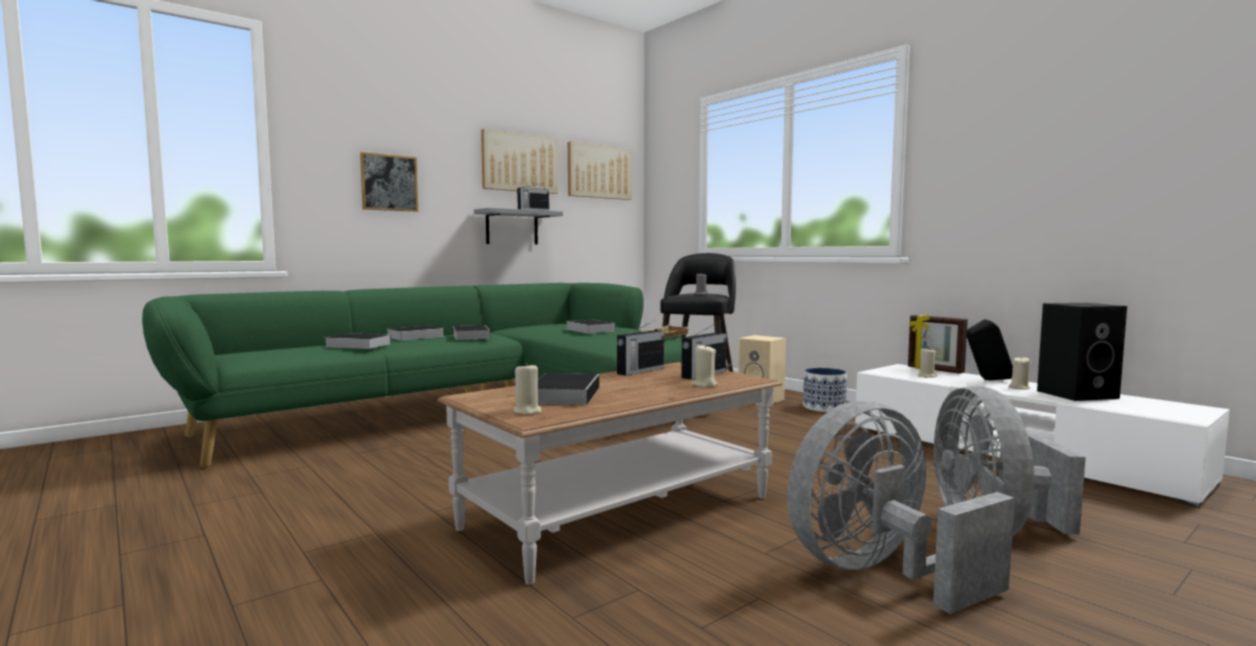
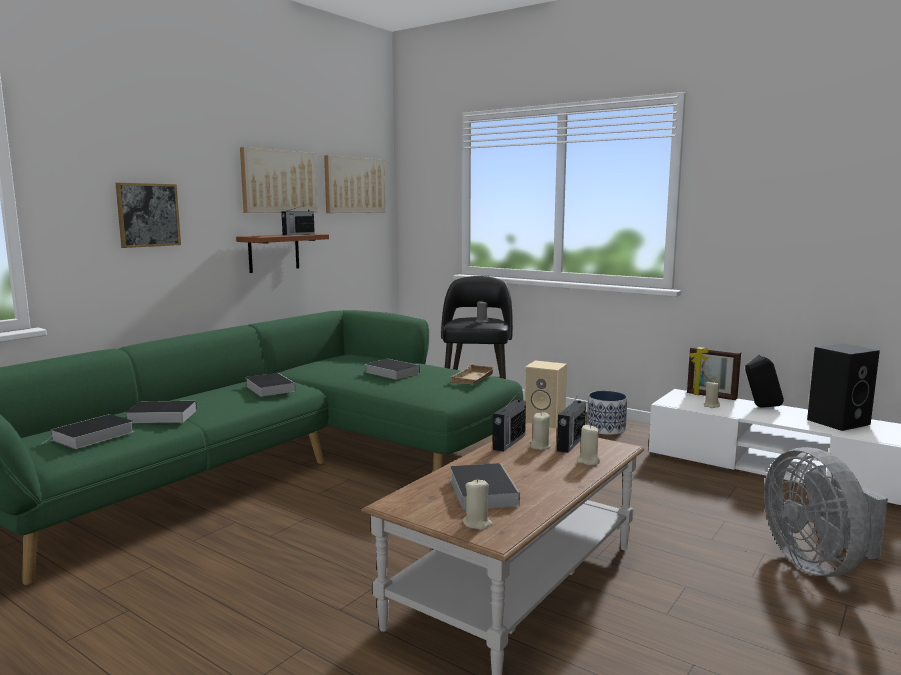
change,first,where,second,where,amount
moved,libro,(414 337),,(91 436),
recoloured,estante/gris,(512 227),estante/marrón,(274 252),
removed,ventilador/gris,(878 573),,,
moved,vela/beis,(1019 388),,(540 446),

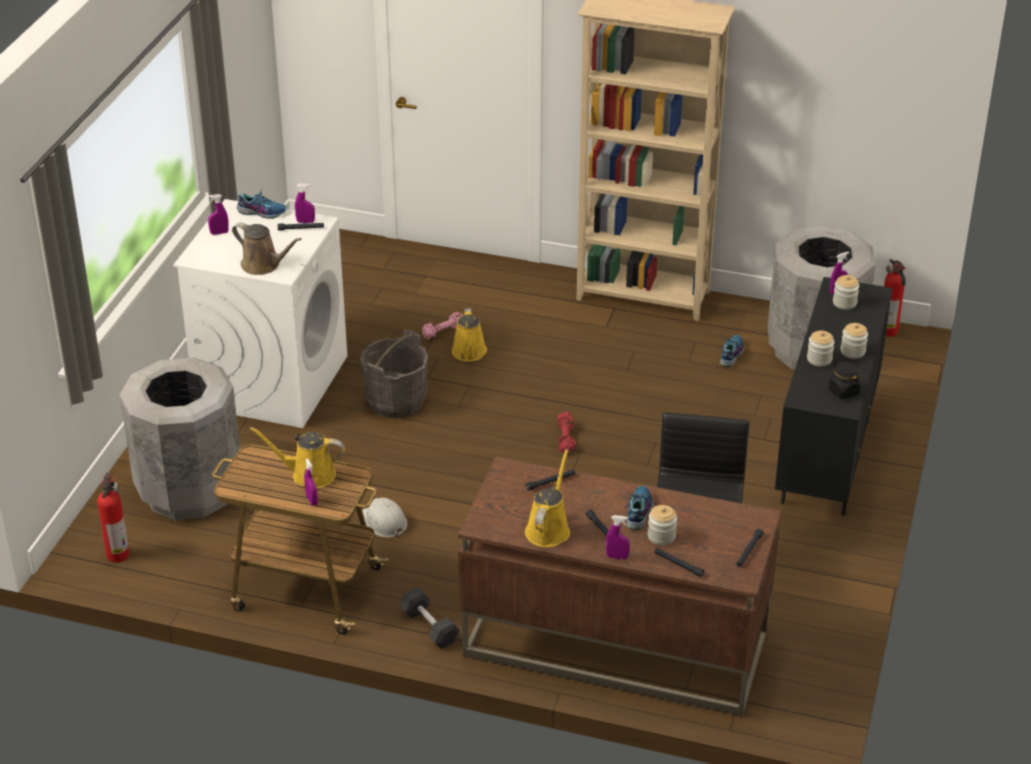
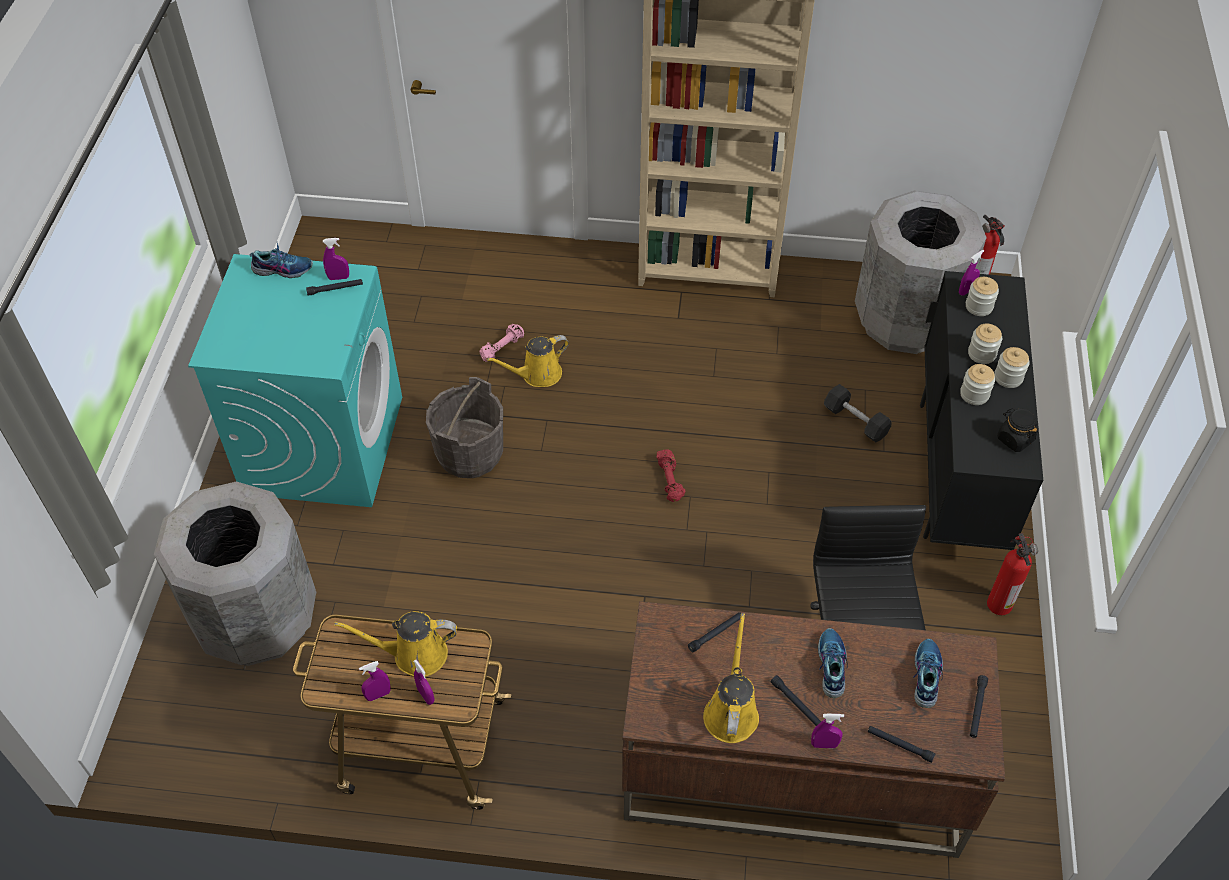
change,first,where,second,where,amount
moved,extintor,(118 553),,(999 602),
recoloured,lavadora/blanco,(272 381),lavadora/turquesa,(323 444),
moved,pulverizador/morado,(219 233),,(378 695),
removed,regadera/marrón,(263 265),,,
removed,casco/blanco,(384 521),,,
moved,mancuerna/negro,(429 627),,(855 421),
turned,regadera/amarillo,(469 353),,(537 374),75 degrees clockwise
moved,tarro,(661 536),,(981 354),
moved,zapato,(731 354),,(925 676),

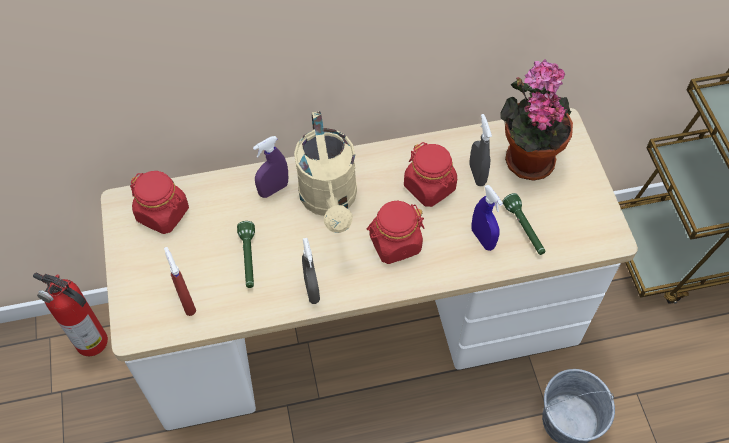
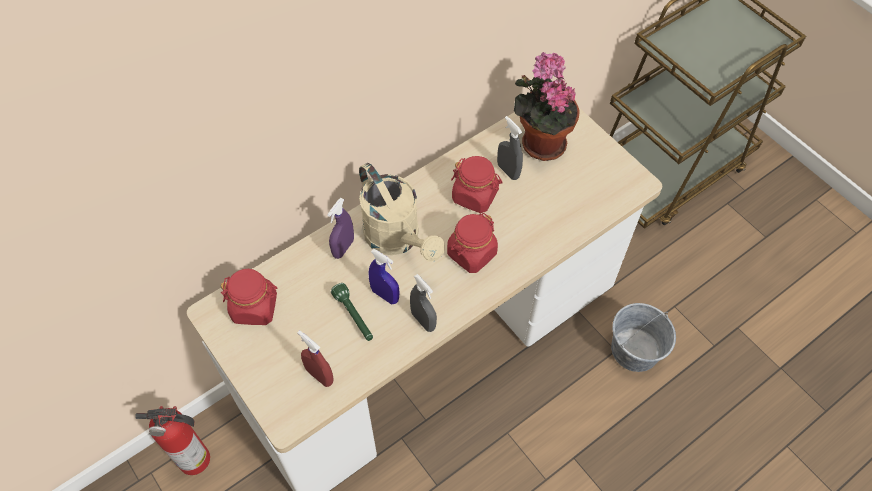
change,first,where,second,where,amount
moved,pulverizador/azul,(482 239),,(385 295),
removed,linterna/verde,(524 229),,,

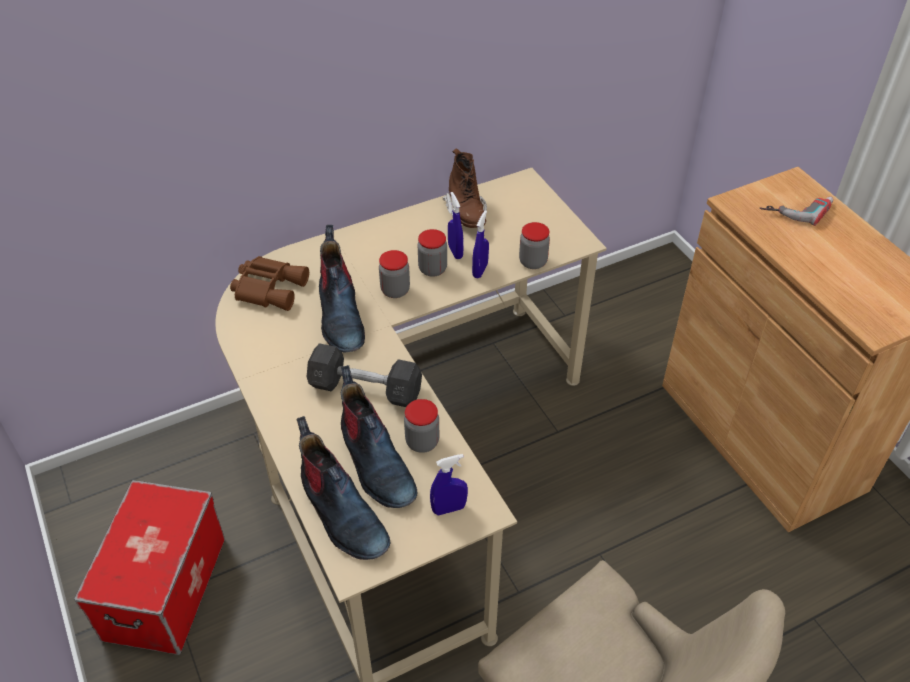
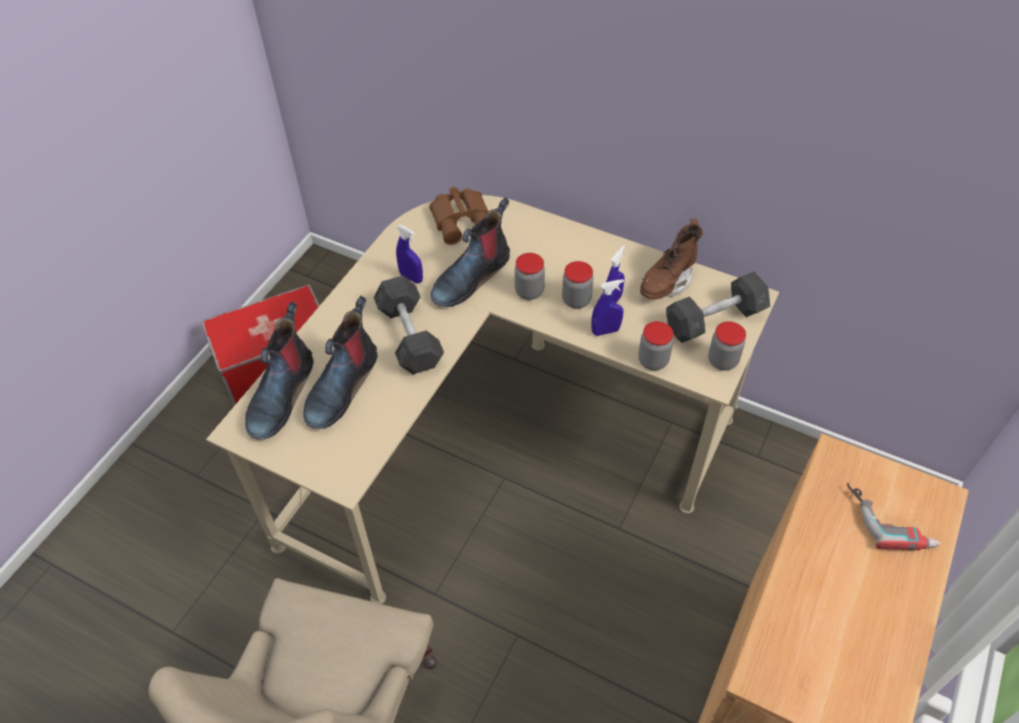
change,first,where,second,where,amount
moved,tarro,(422 442),,(722 361),
moved,pulverizador/azul,(449 508),,(411 277),
added,,,mancuerna/gris,(715 319),

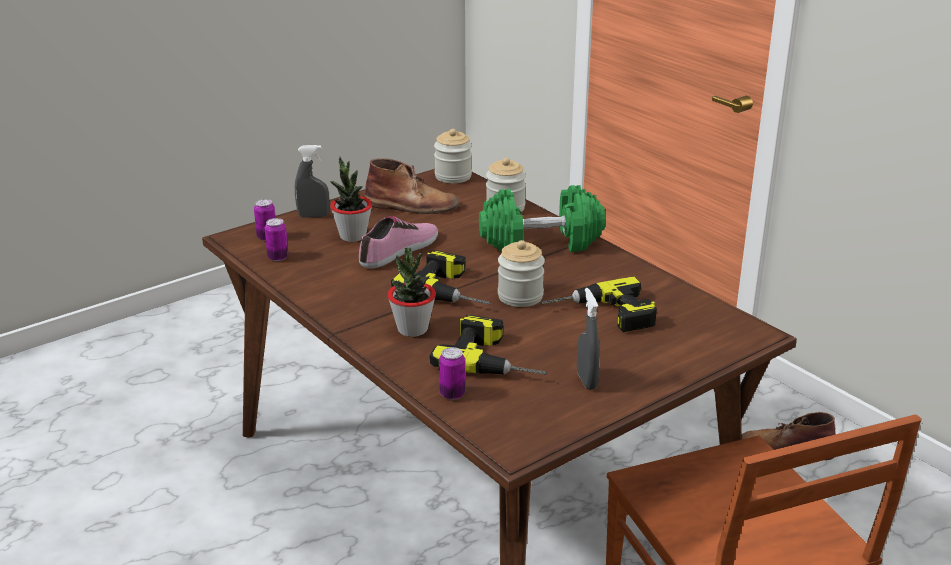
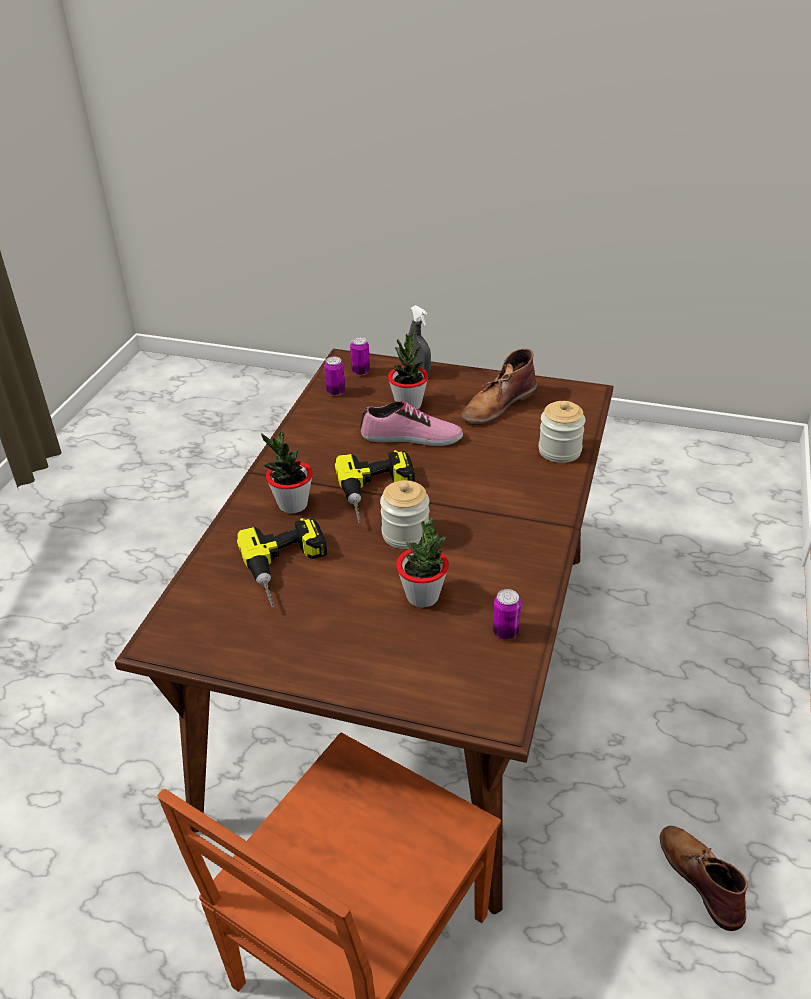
change,first,where,second,where,amount
turned,bota/marrón,(412 205),,(497 405),75 degrees clockwise
removed,tarro,(453 176),,,
moved,lata,(452 394),,(505 632),
removed,mancuerna/verde,(541 242),,,
replaced,taladro,(601 315),planta en maceta,(423 596),
removed,pulverizador/gris,(586 380),,,

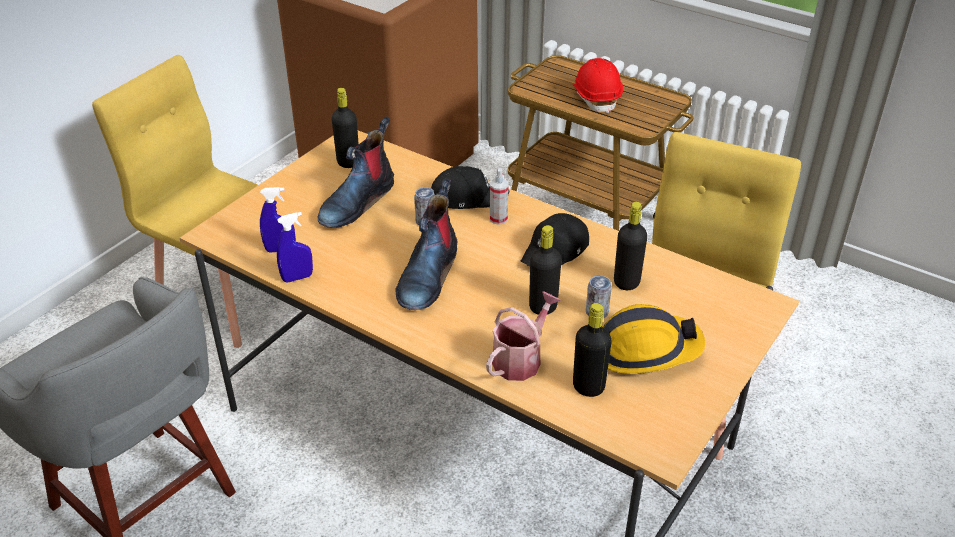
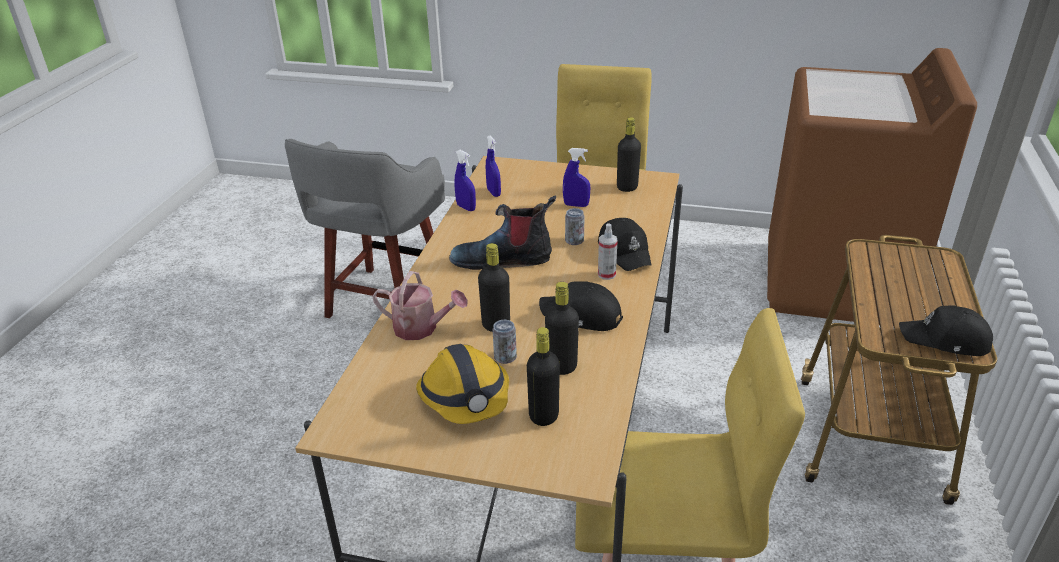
change,first,where,second,where,amount
replaced,bota,(357 202),pulverizador/azul,(576 205),
removed,casco/rojo,(596 97),,,
moved,botella/negro,(588 387),,(543 416),
added,,,gorra/negro,(945 340),

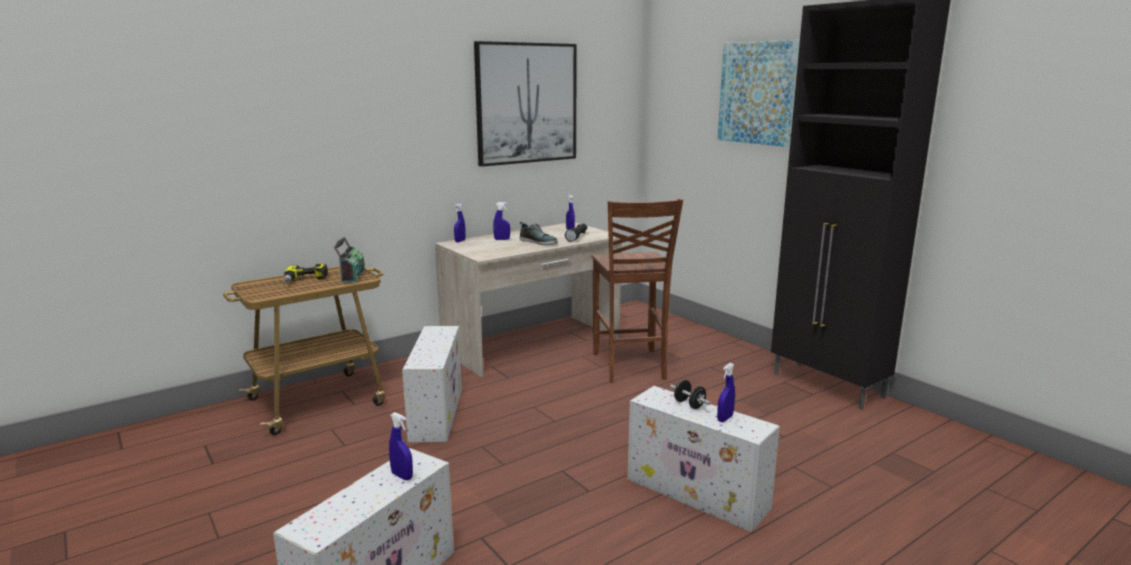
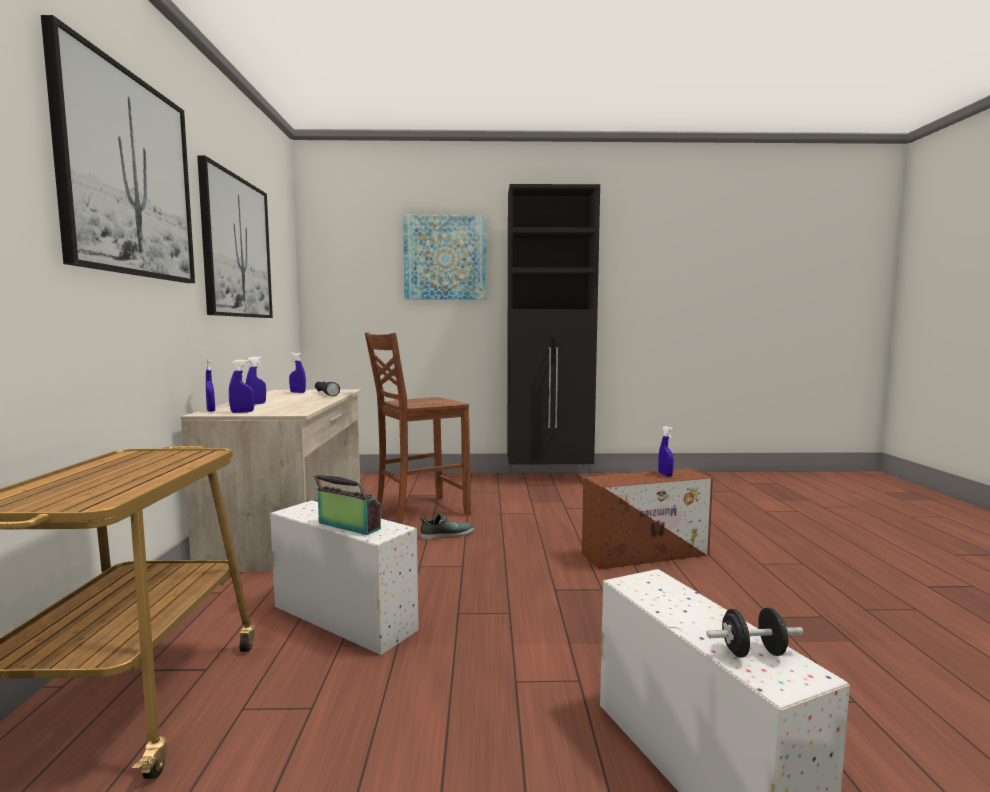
change,first,where,second,where,amount
removed,taladro,(304 280),,,
moved,radio,(351 275),,(347 526),
moved,pulverizador/azul,(402 476),,(242 412),
moved,zapato,(538 242),,(446 534),
turned,silla/marrón,(629 367),,(419 512),120 degrees clockwise
recoloured,caja de almacenaje/blanco,(698 494),caja de almacenaje/marrón,(646 554),
moved,mancuerna/negro,(689 404),,(753 653),
added,,,cuadro,(128 175),

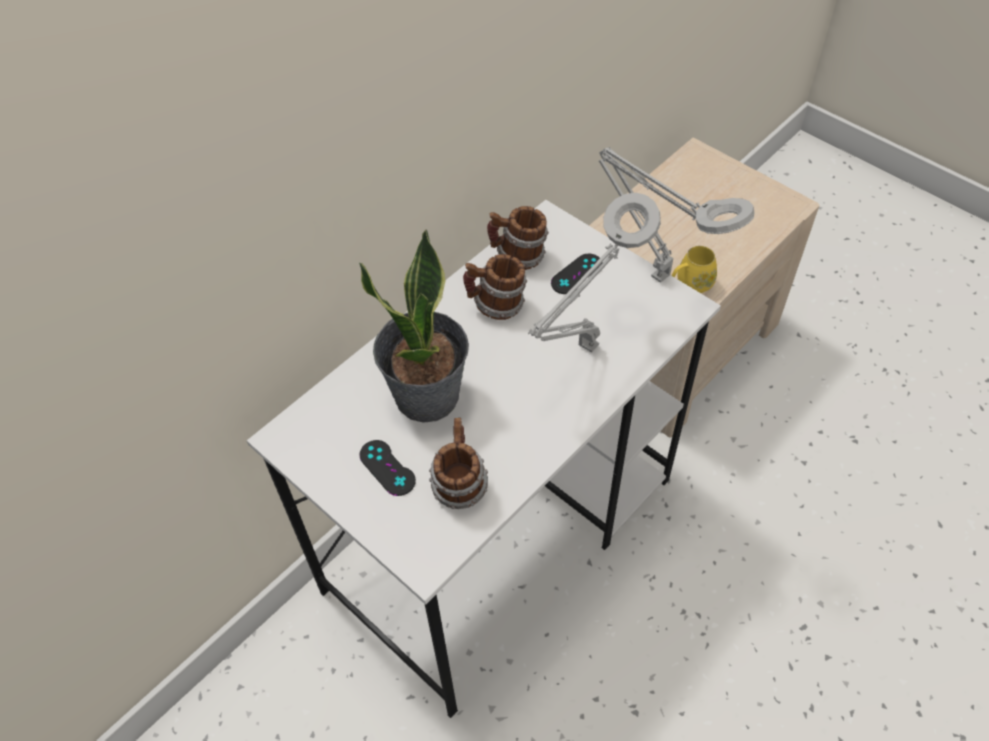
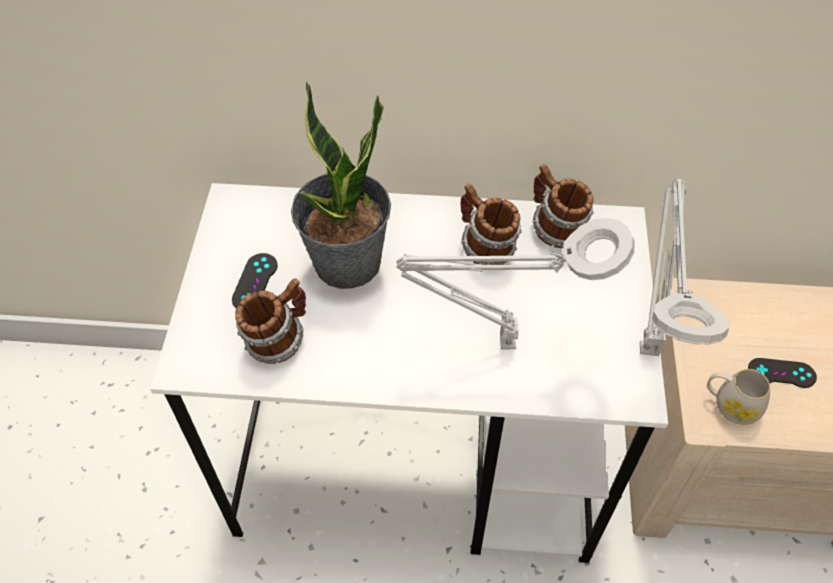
change,first,where,second,where,amount
moved,mando de consola/negro,(577 274),,(781 373),
recoloured,taza grande/amarillo,(690 284),taza grande/blanco,(730 405),

